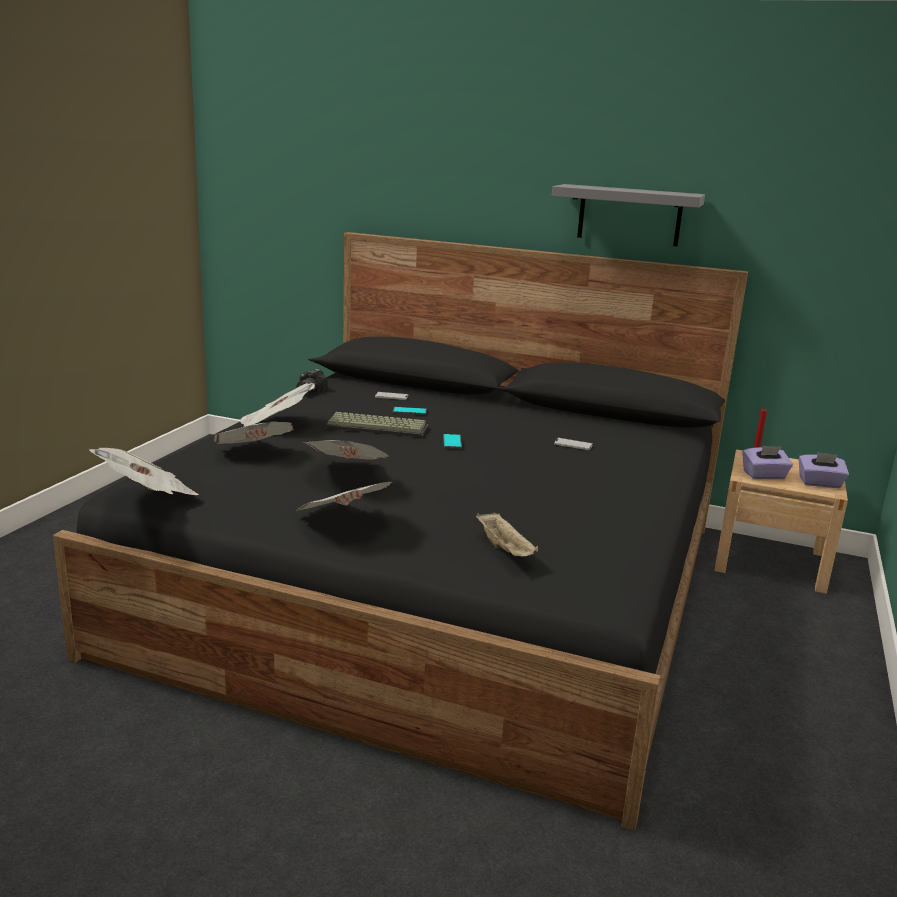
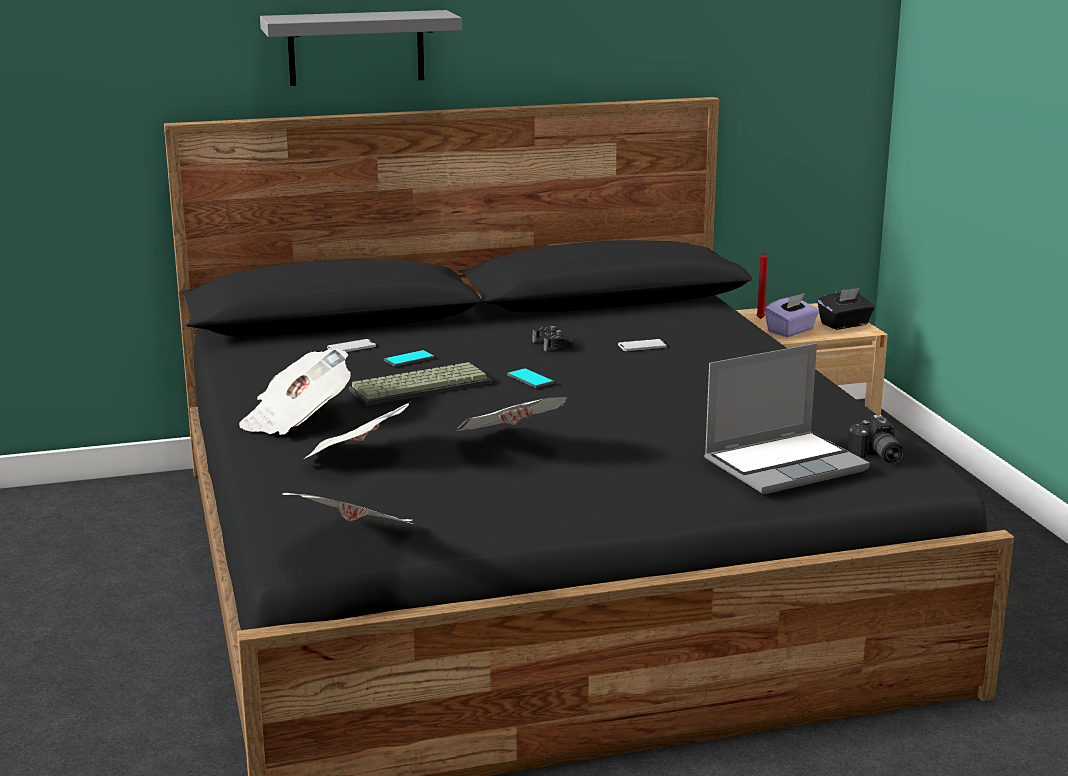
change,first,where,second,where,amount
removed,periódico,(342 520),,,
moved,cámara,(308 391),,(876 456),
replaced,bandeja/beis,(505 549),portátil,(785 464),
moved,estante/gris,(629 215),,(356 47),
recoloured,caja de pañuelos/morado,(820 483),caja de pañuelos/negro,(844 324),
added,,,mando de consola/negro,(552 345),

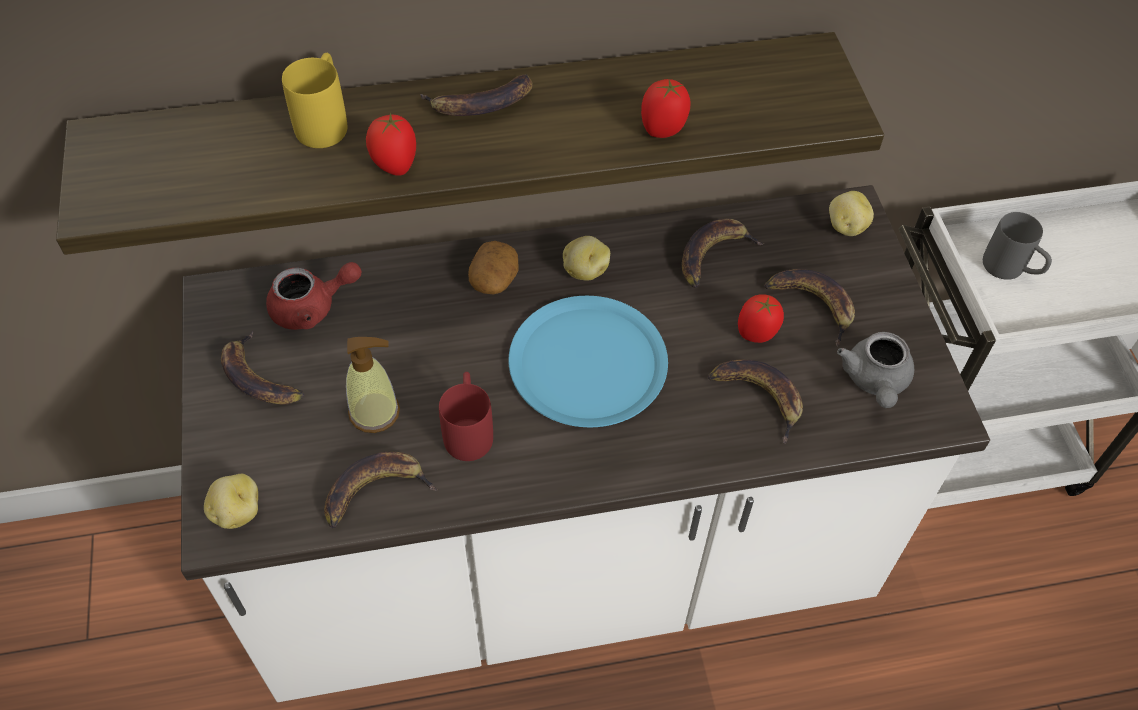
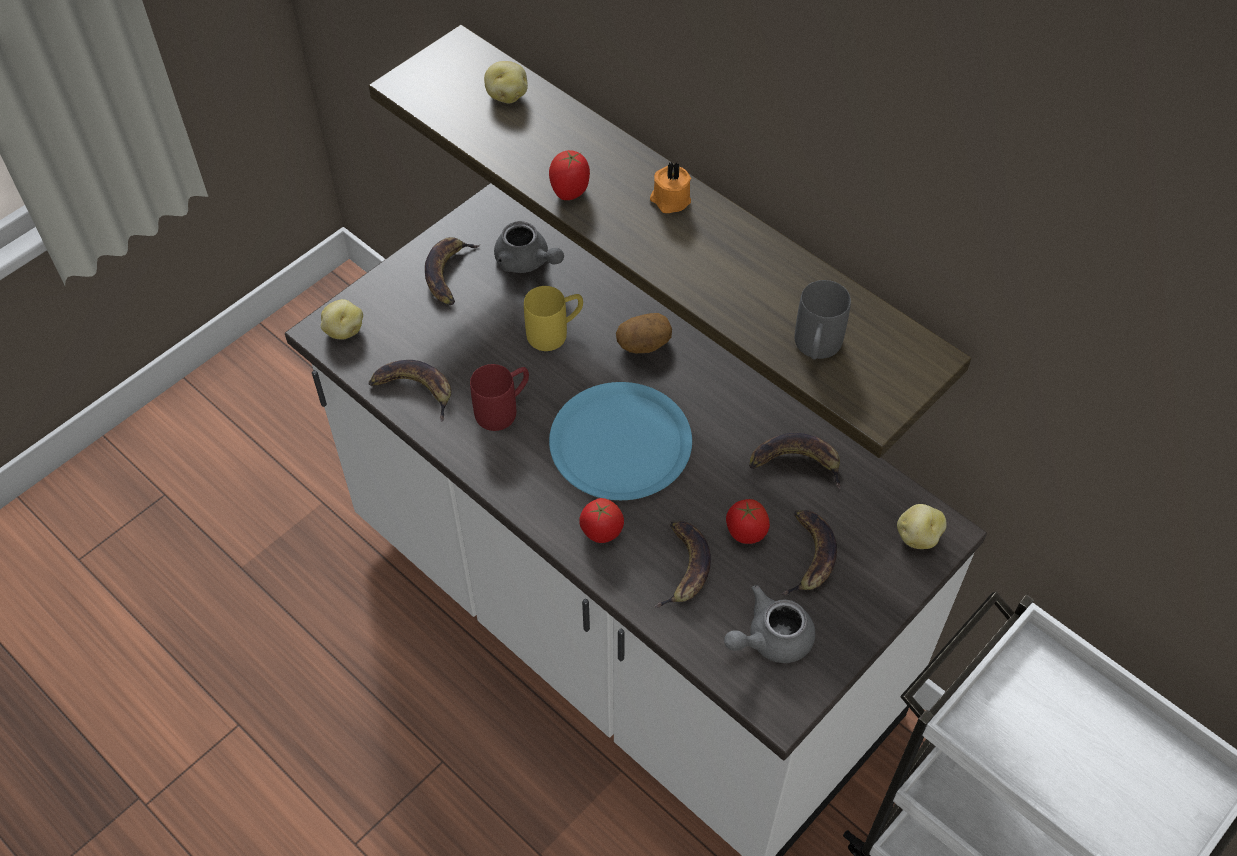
change,first,where,second,where,amount
recoloured,tetera/rojo,(312 307),tetera/gris,(527 262),
moved,taza grande/amarillo,(325 121),,(555 332),
removed,dispensador de jabón,(375 412),,,
replaced,plátano,(481 104),vela/naranja,(670 200),
moved,patata,(584 270),,(507 95),
moved,tomate,(663 129),,(601 533),
moved,taza grande/gris,(1011 270),,(816 349),

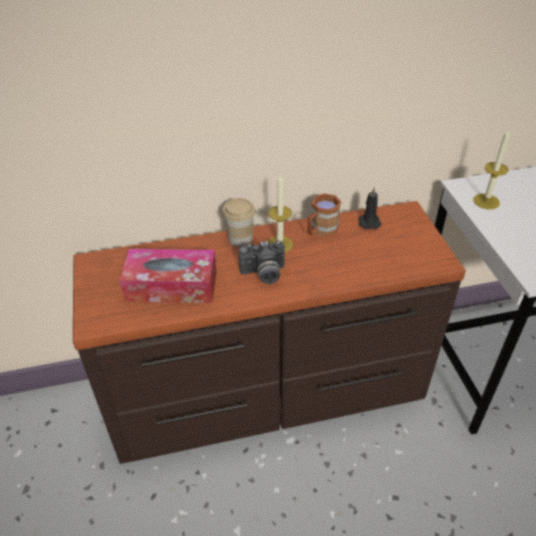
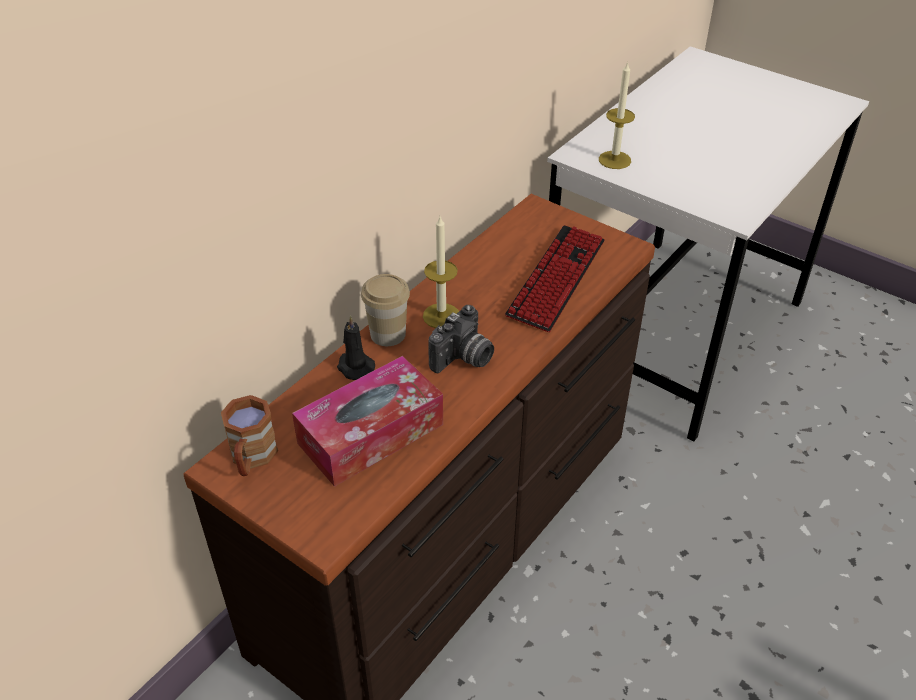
change,first,where,second,where,amount
moved,taza grande/marrón,(320 230),,(251 458),
moved,vela/negro,(369 222),,(354 366),
added,,,teclado,(556 279),

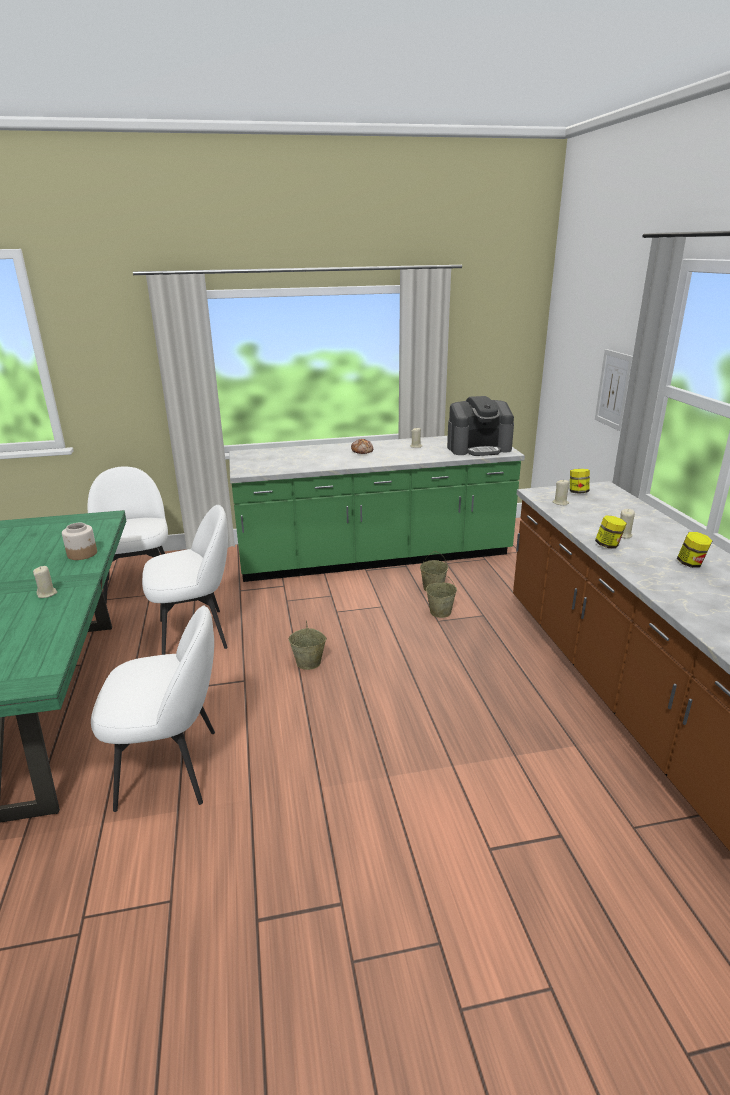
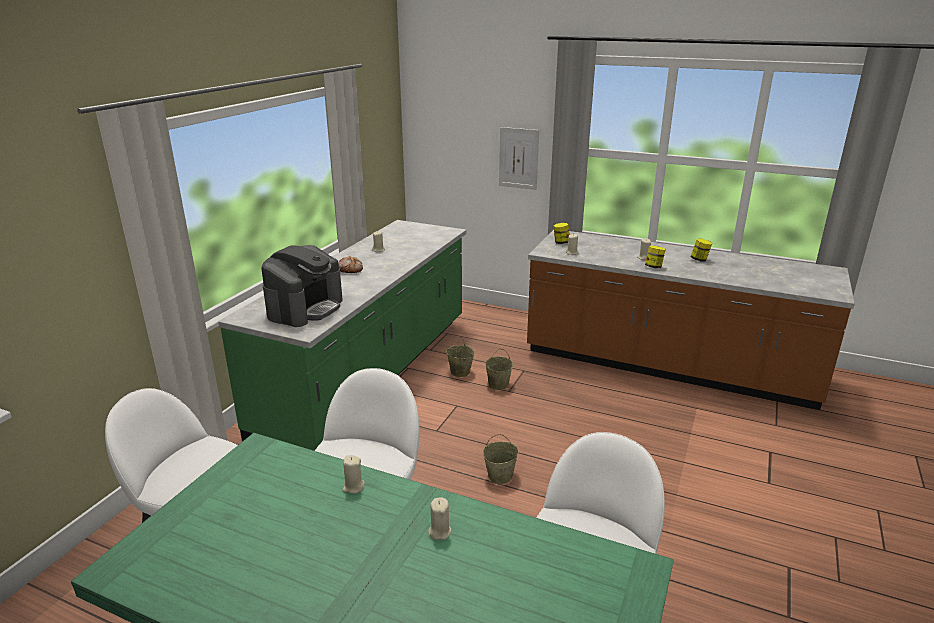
change,first,where,second,where,amount
replaced,tarro,(82 554),vela/beis,(353 487),
moved,cafetera,(479 448),,(305 308),

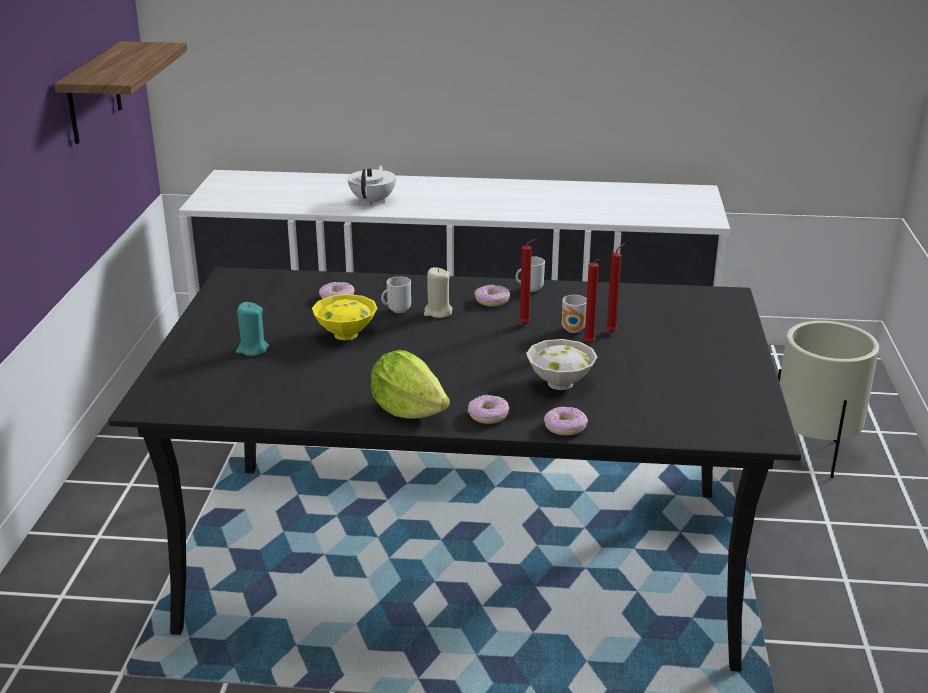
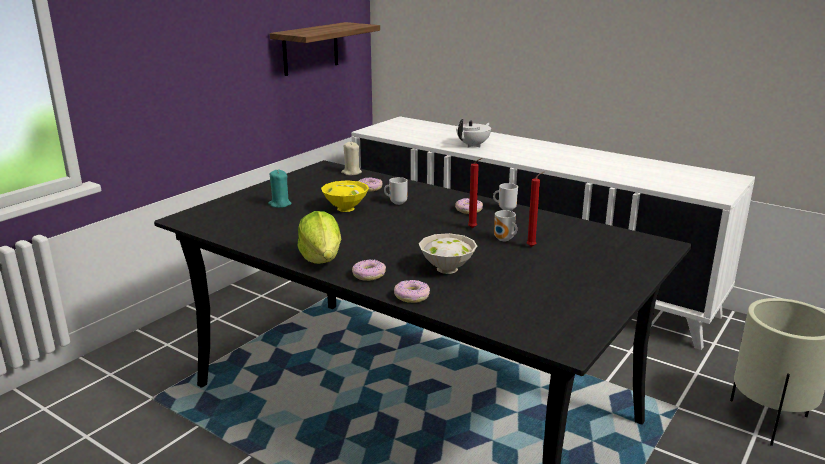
change,first,where,second,where,amount
moved,vela/beis,(438 312),,(351 172),
removed,vela/rojo,(589 344),,,

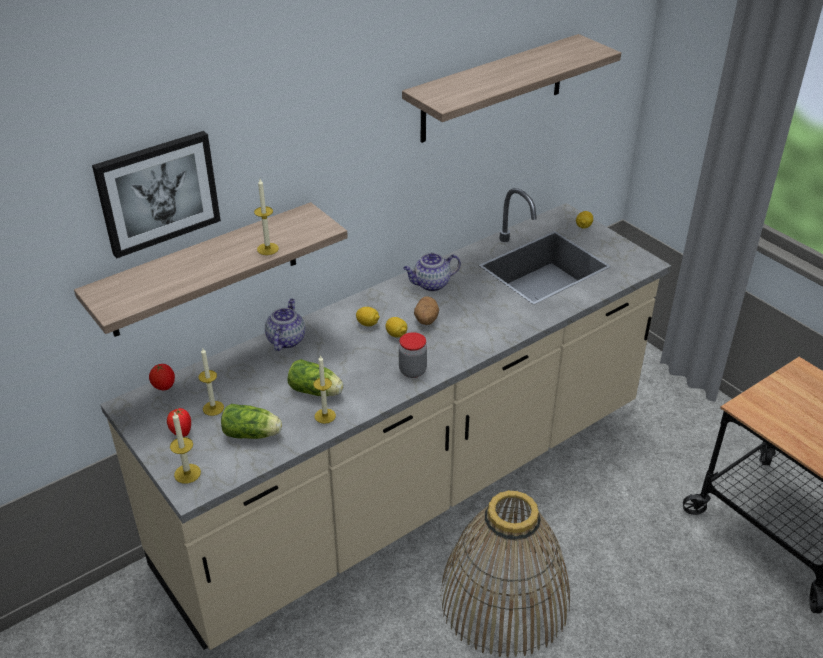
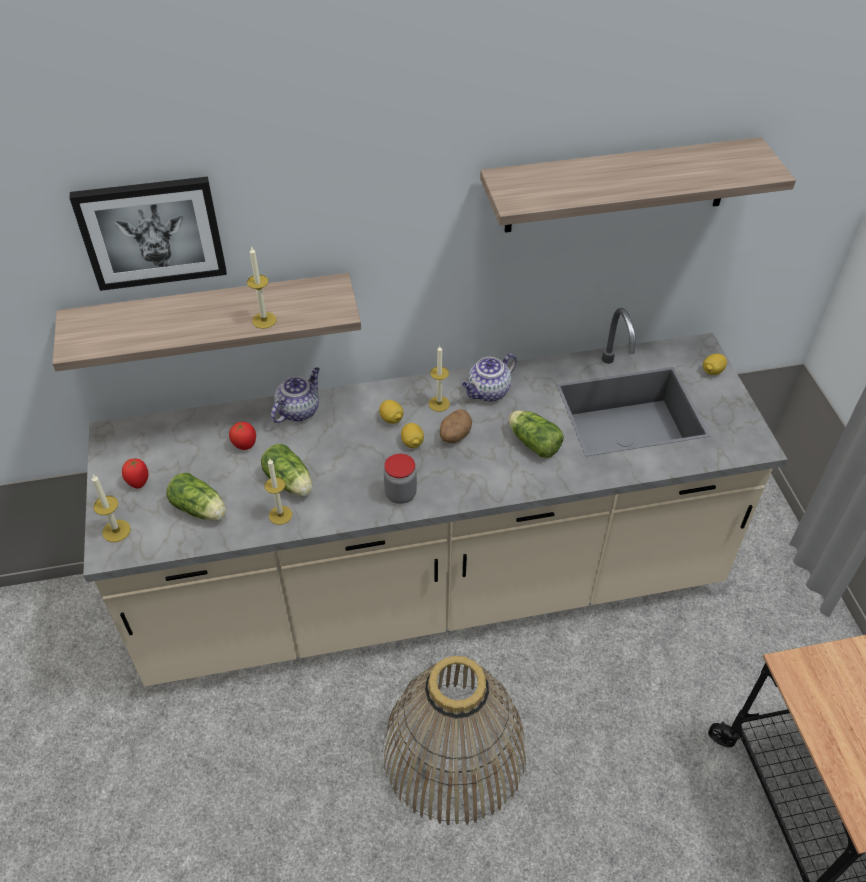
change,first,where,second,where,amount
moved,tomate,(164 387),,(245 445),
moved,vela,(213 408),,(439 403),
turned,tetera,(431 284),,(488 392),45 degrees counterclockwise
added,,,lechuga,(532 442),

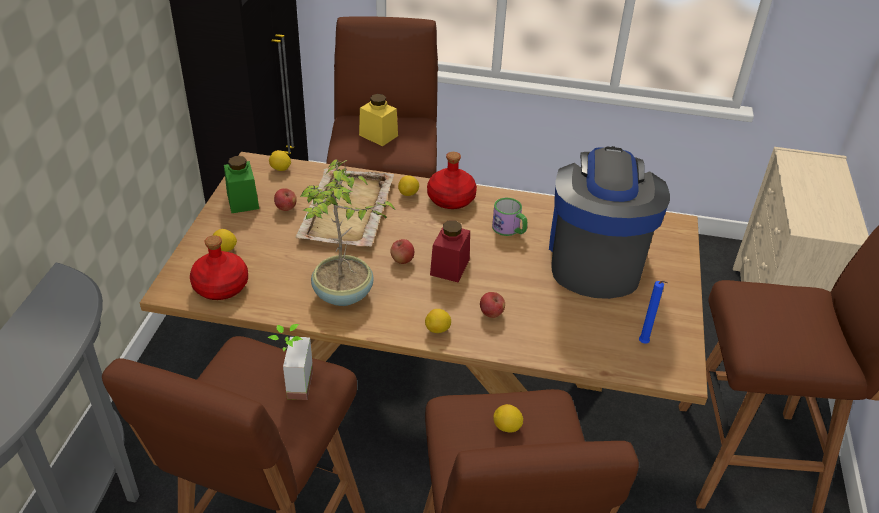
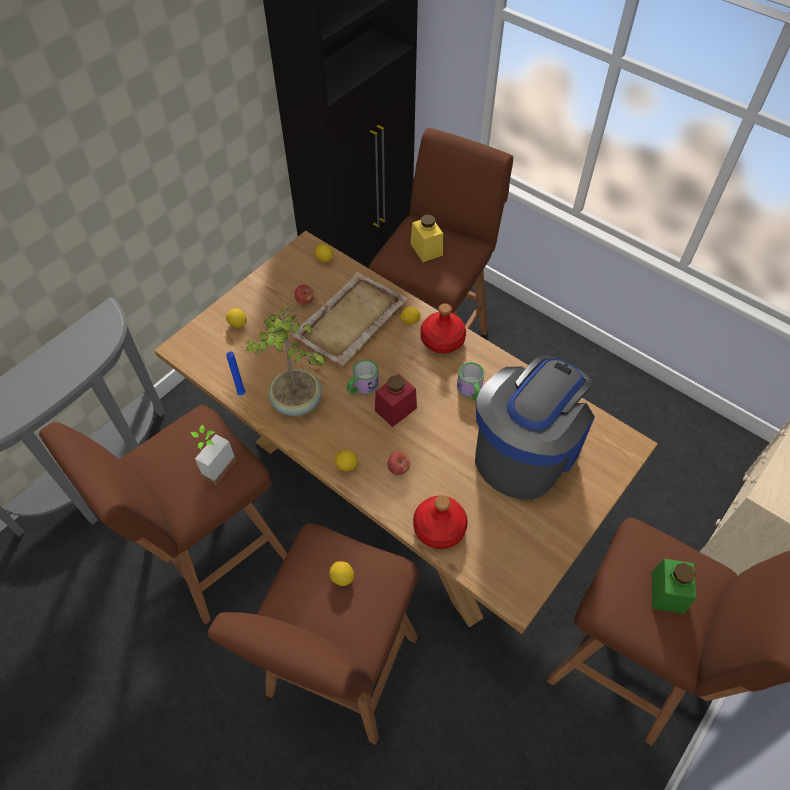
change,first,where,second,where,amount
moved,botella/rojo,(221 287),,(439 528),
moved,tarro/verde,(243 201),,(667 592),
replaced,manzana,(402 260),taza grande,(362 387),
moved,vela/azul,(644 344),,(241 395),

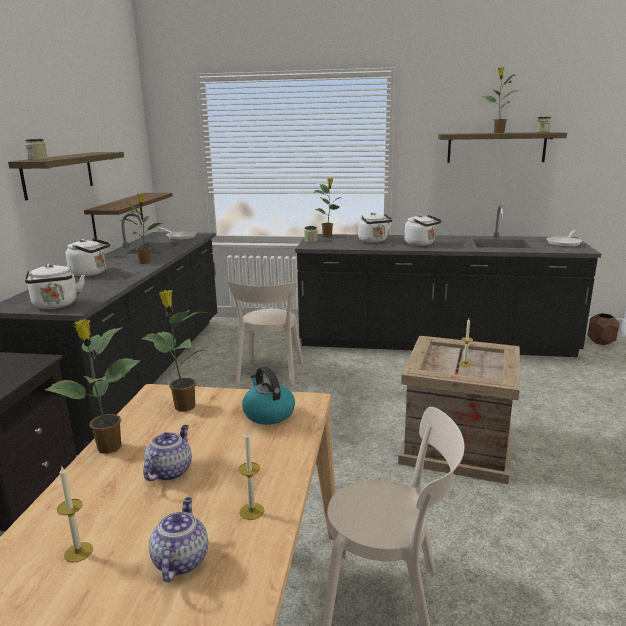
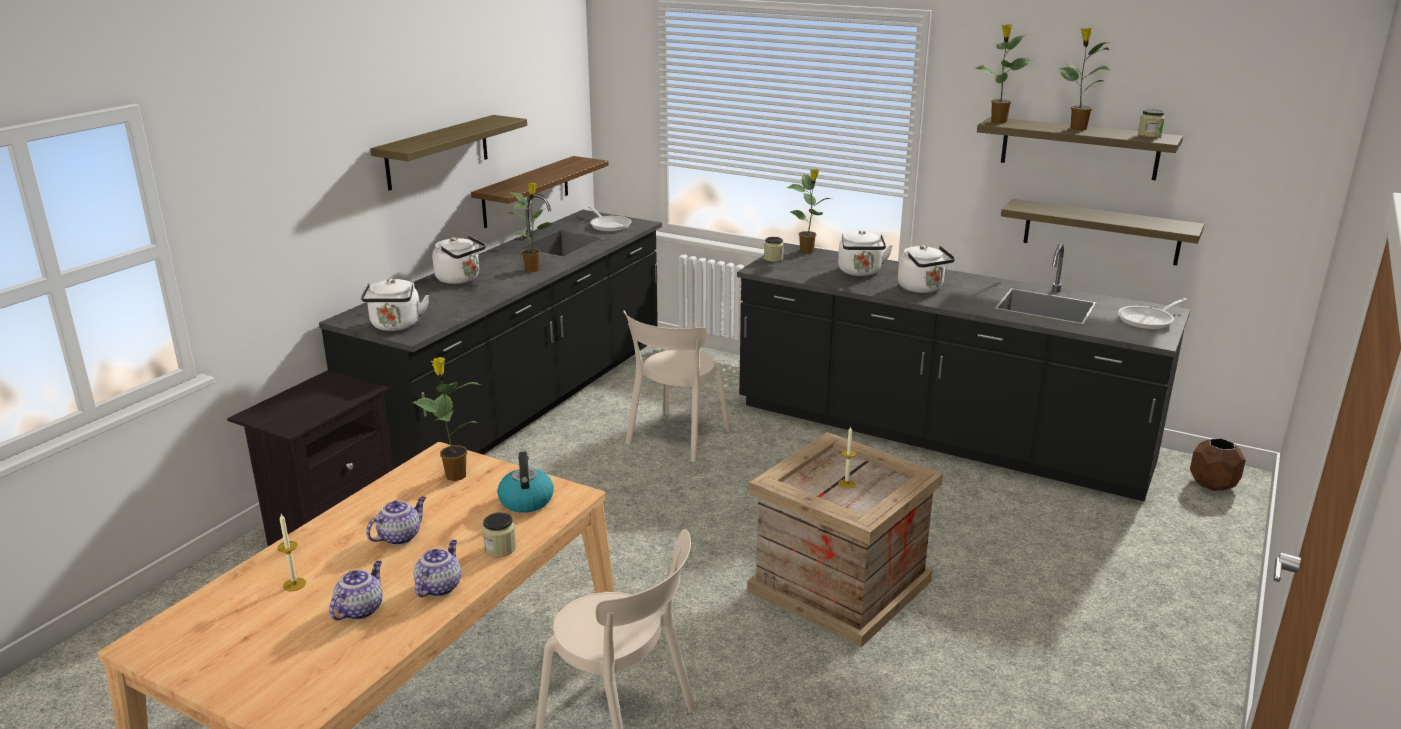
change,first,where,second,where,amount
moved,tarro,(37 159),,(500 548),
moved,planta en maceta,(108 448),,(998 122),
replaced,vela,(252 511),tetera,(439 587),
added,,,estante,(1101 232),

